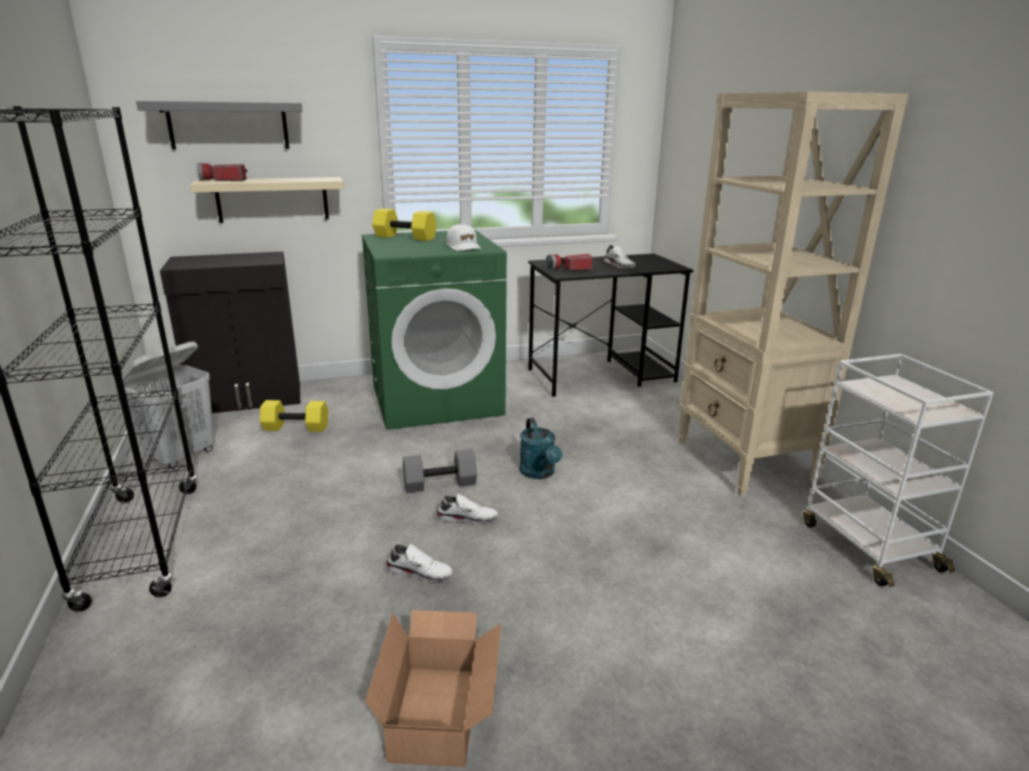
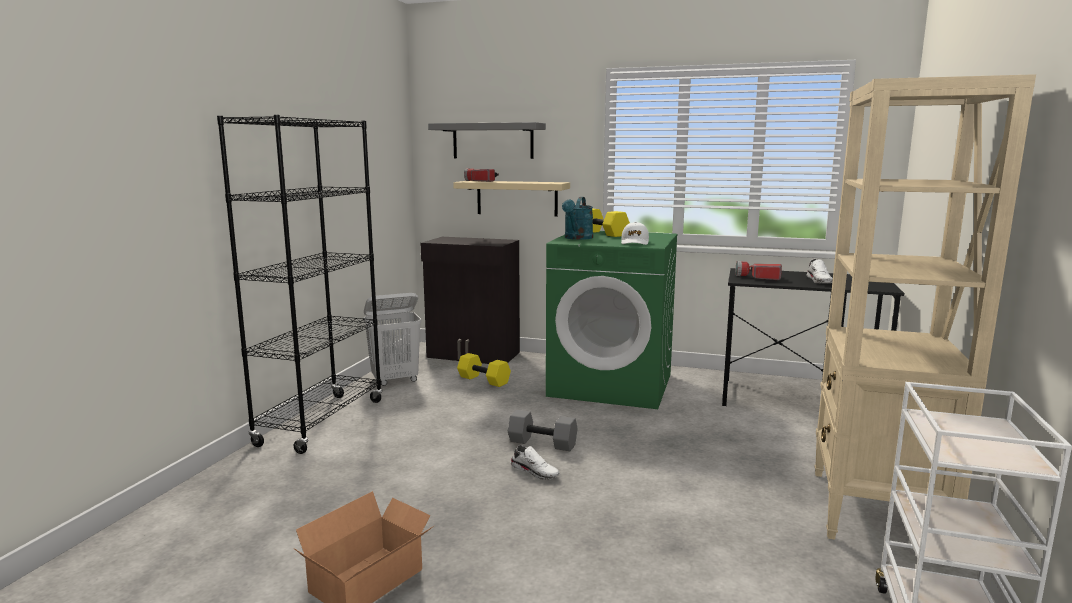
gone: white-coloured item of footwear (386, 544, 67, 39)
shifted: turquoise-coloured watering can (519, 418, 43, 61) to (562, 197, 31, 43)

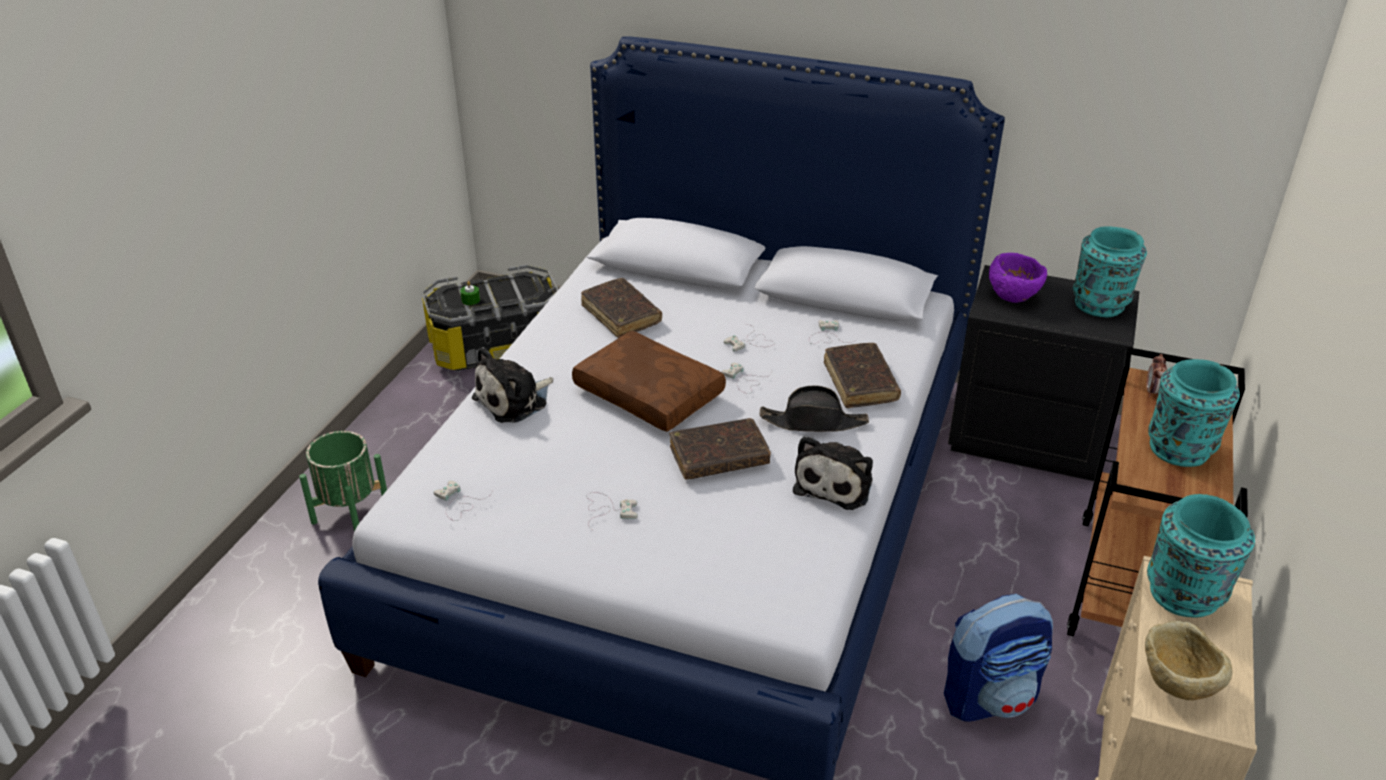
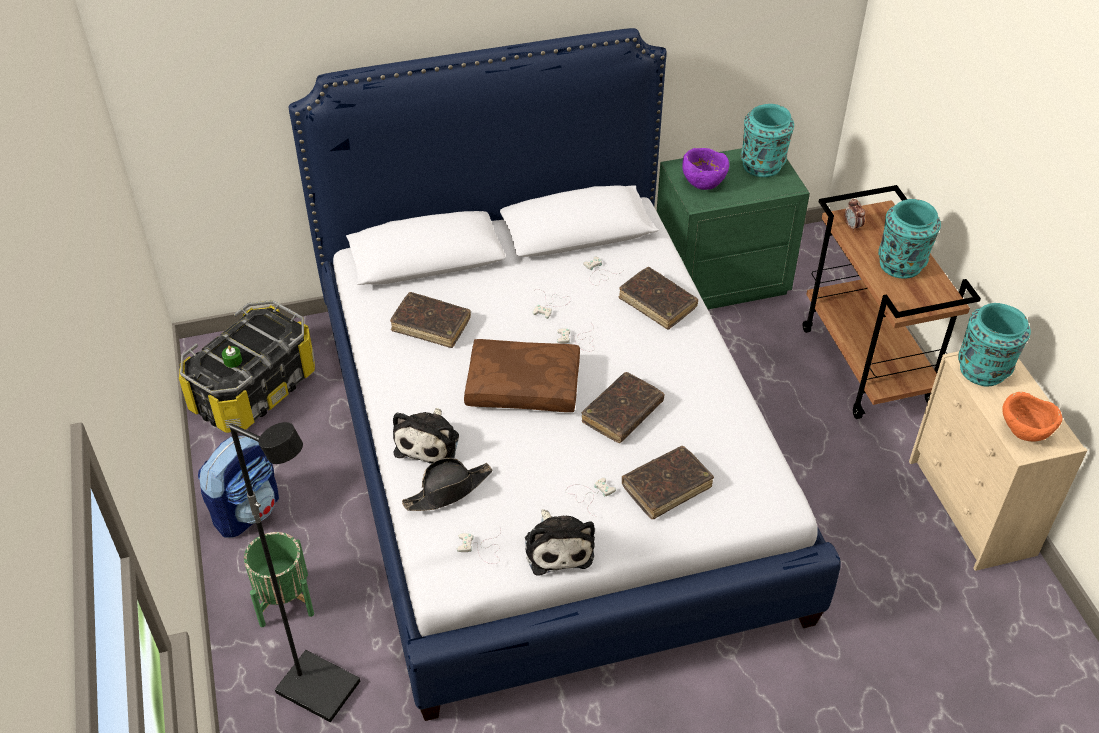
new: blackish standing lamp (229, 422, 131, 300); brown bound book (622, 446, 92, 73)
shifted: blackish clothing hat (760, 385, 109, 47) to (402, 458, 91, 53); soft toy (793, 436, 80, 74) to (525, 509, 70, 66); backpack (944, 594, 109, 128) to (198, 436, 81, 101)
repainted: blackish night table (948, 265, 192, 216) to green-coloured night table (657, 148, 153, 161); sand-coloured deep dish (1145, 621, 87, 79) to orangey deep dish (1002, 392, 61, 49)

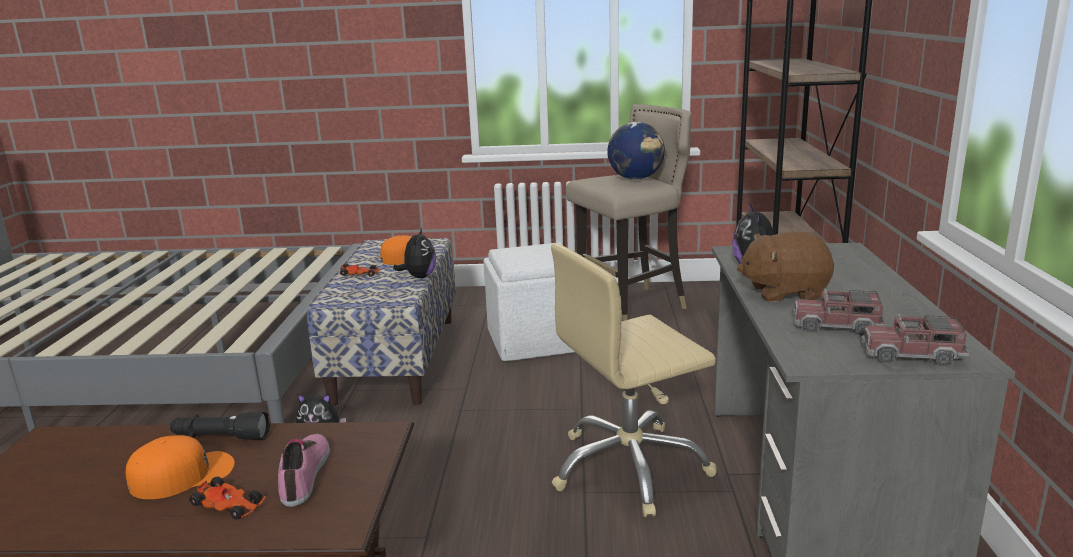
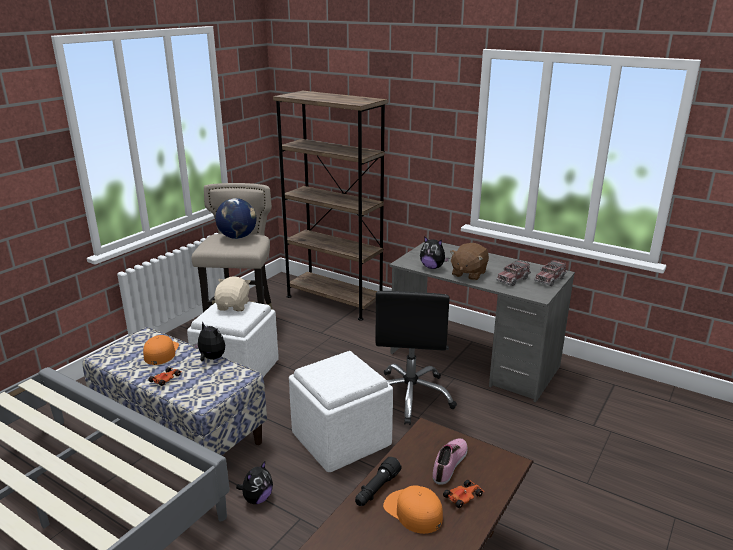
new: sand-coloured soft toy (214, 276, 37, 35); white-coloured footrest (289, 351, 104, 121)
repainted: sand-coloured computer chair (551, 244, 166, 273) to blackish computer chair (375, 291, 82, 134)
rotated: orangey baseball cap (126, 435, 109, 64) = (383, 486, 60, 48) 45 degrees counterclockwise; item of footwear (278, 434, 52, 73) = (433, 438, 35, 47) 90 degrees clockwise

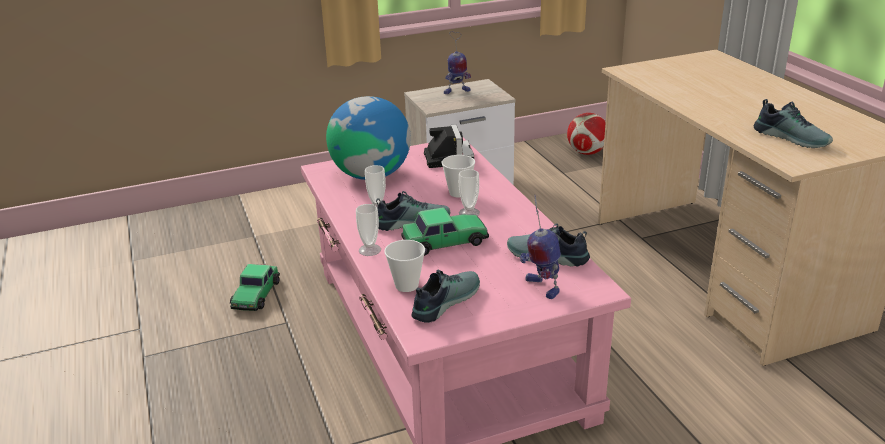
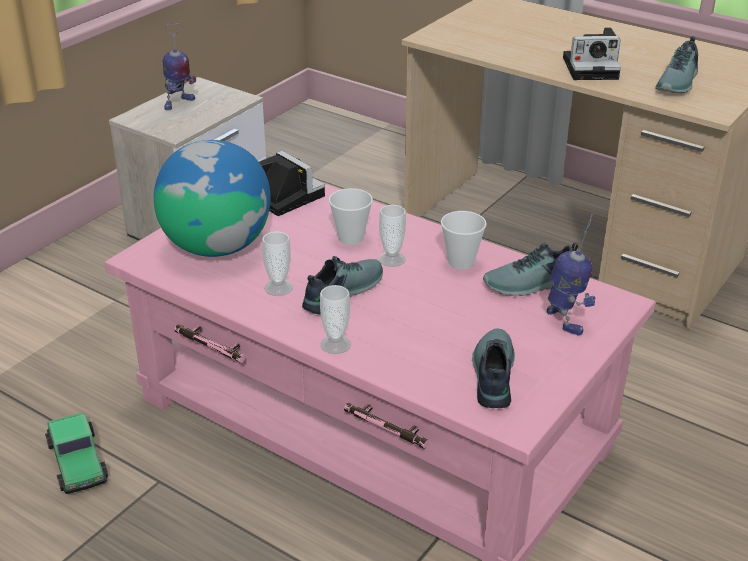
gone: toy car (401, 207, 88, 49); football (567, 113, 39, 42)
new: still camera (563, 27, 58, 53)
shifted: cup (384, 240, 41, 52) to (441, 211, 46, 58)
rotated: toy robot (520, 195, 41, 104) = (547, 212, 49, 123) 135 degrees counterclockwise; item of footwear (754, 99, 79, 49) = (655, 36, 43, 57) 105 degrees clockwise

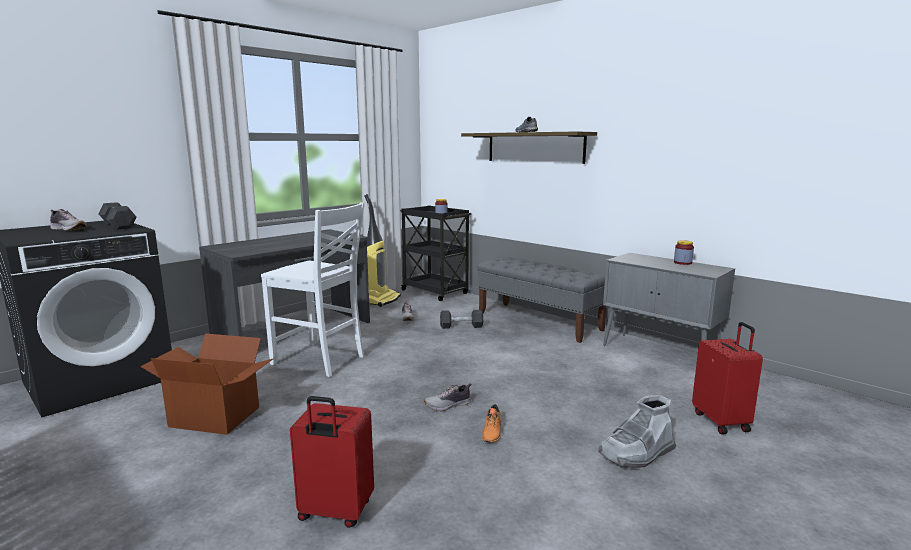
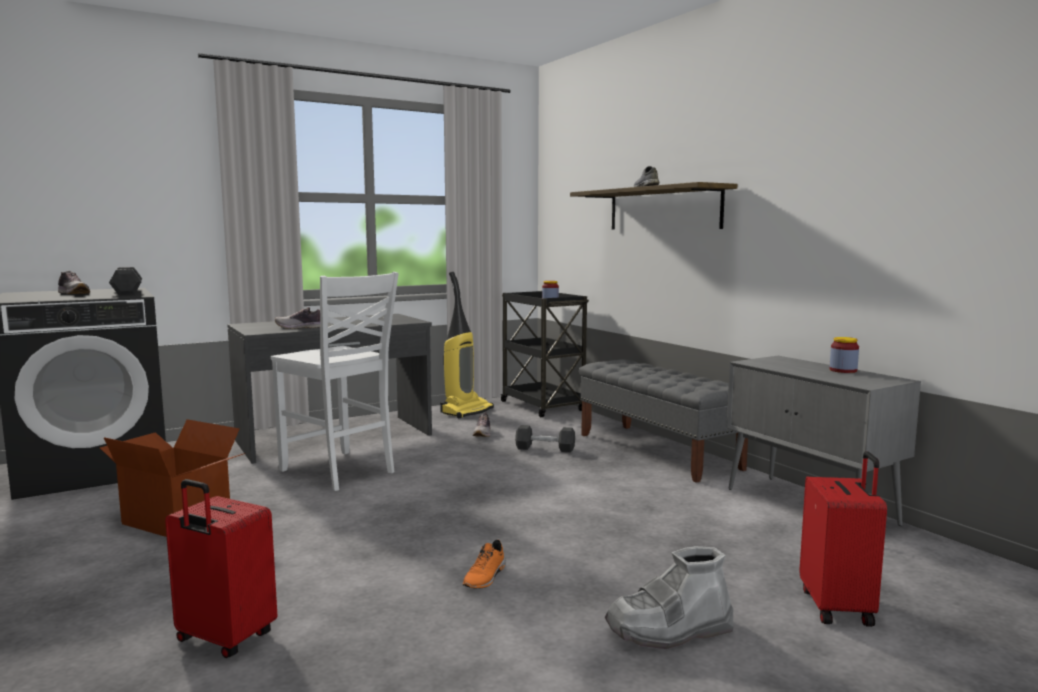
shifted: item of footwear (424, 384, 48, 27) to (275, 307, 45, 22)

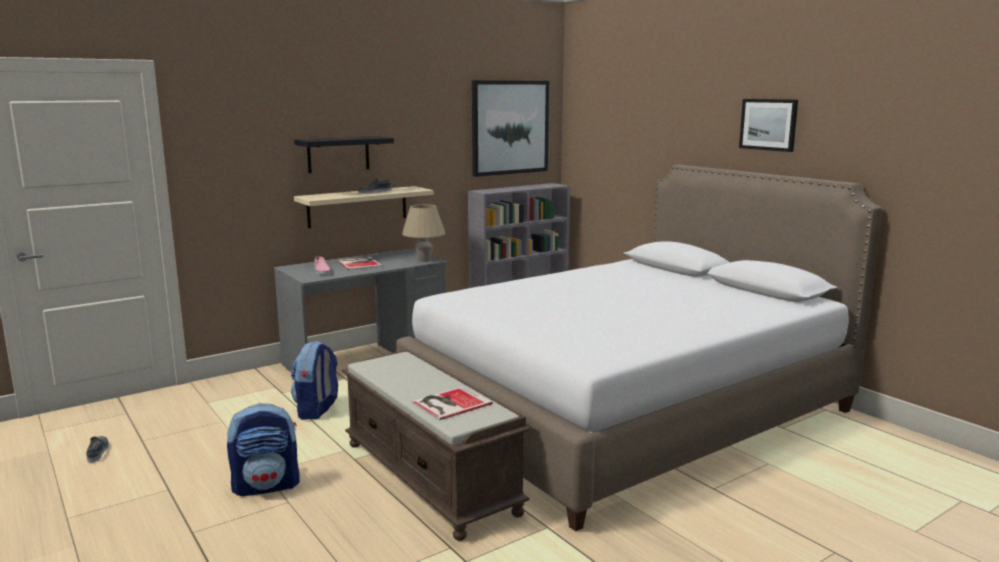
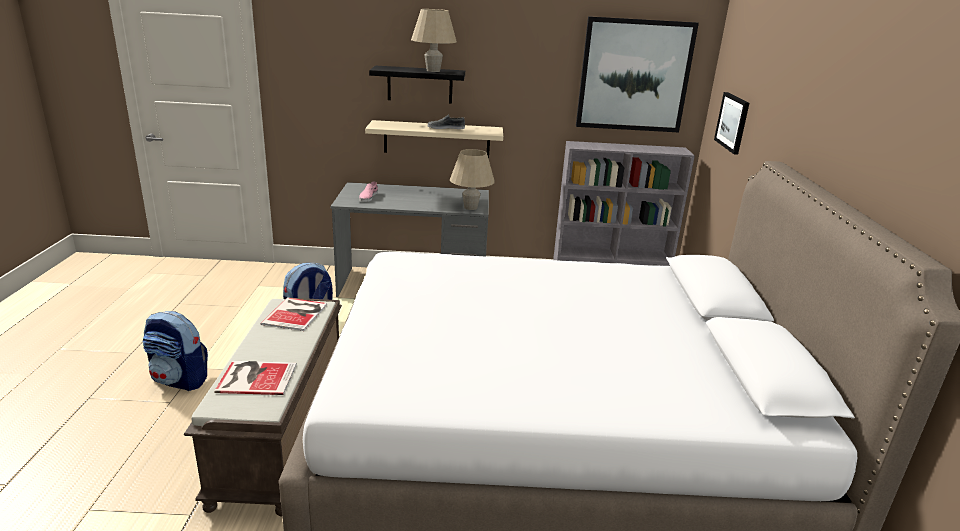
gone: gray item of footwear (86, 436, 23, 27)
new: sand-coloured table lamp (411, 9, 46, 63)
shifted: bound book (338, 257, 44, 13) to (261, 298, 66, 33); wall art (739, 99, 59, 53) to (714, 92, 35, 63)

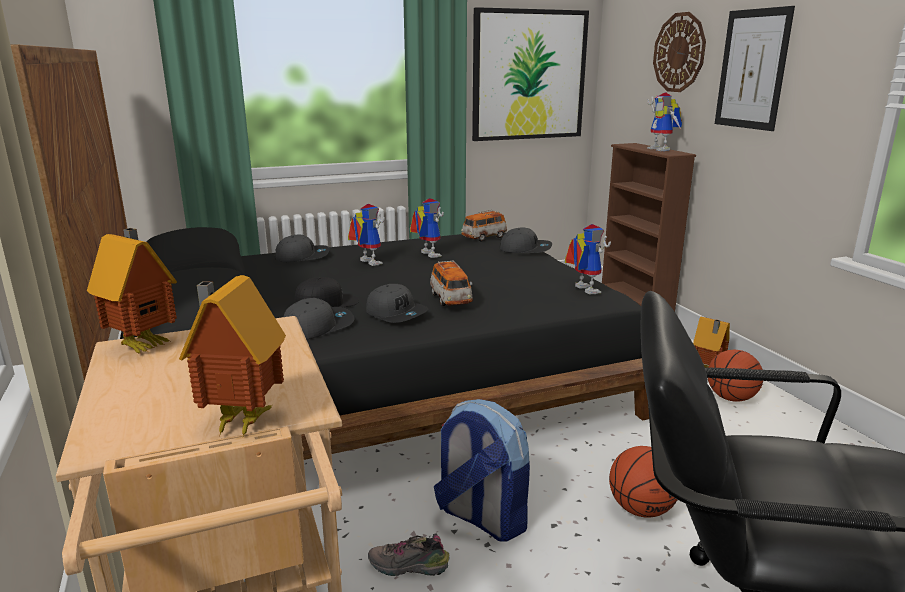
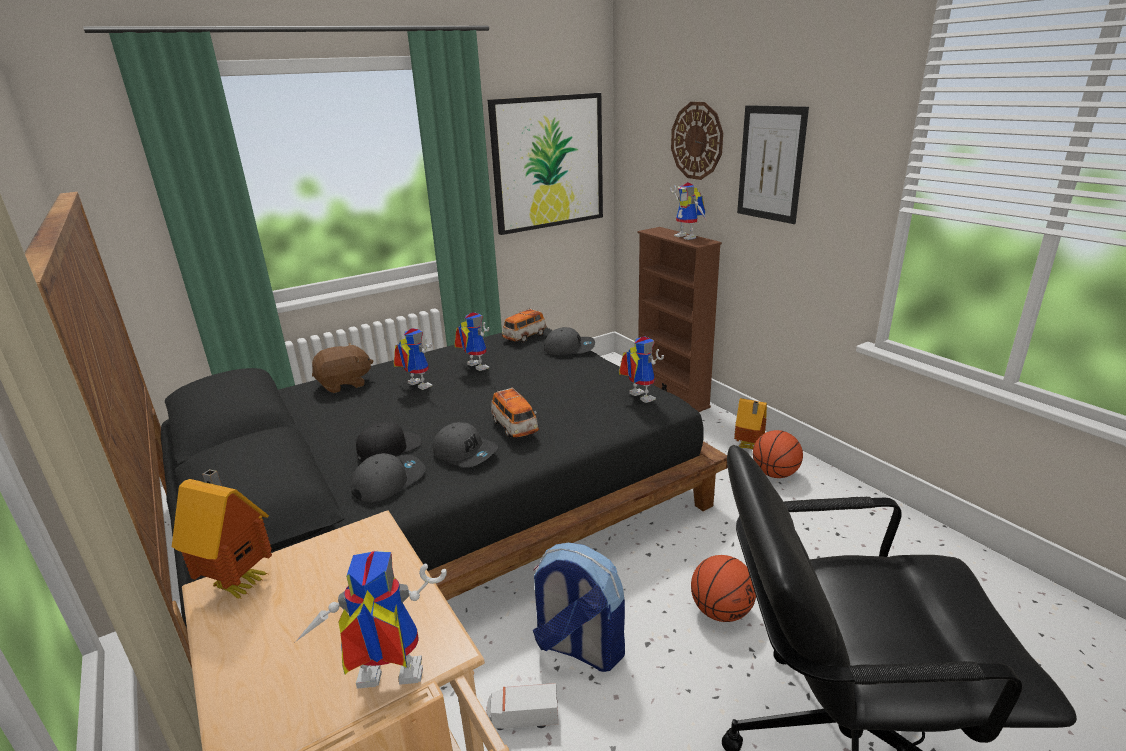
swapped: model house (179, 275, 107, 161) to toy robot (295, 551, 152, 138); gray baseball cap (275, 235, 55, 27) to brown soft toy (312, 343, 61, 50); item of footwear (368, 533, 81, 43) to model truck (486, 683, 72, 47)

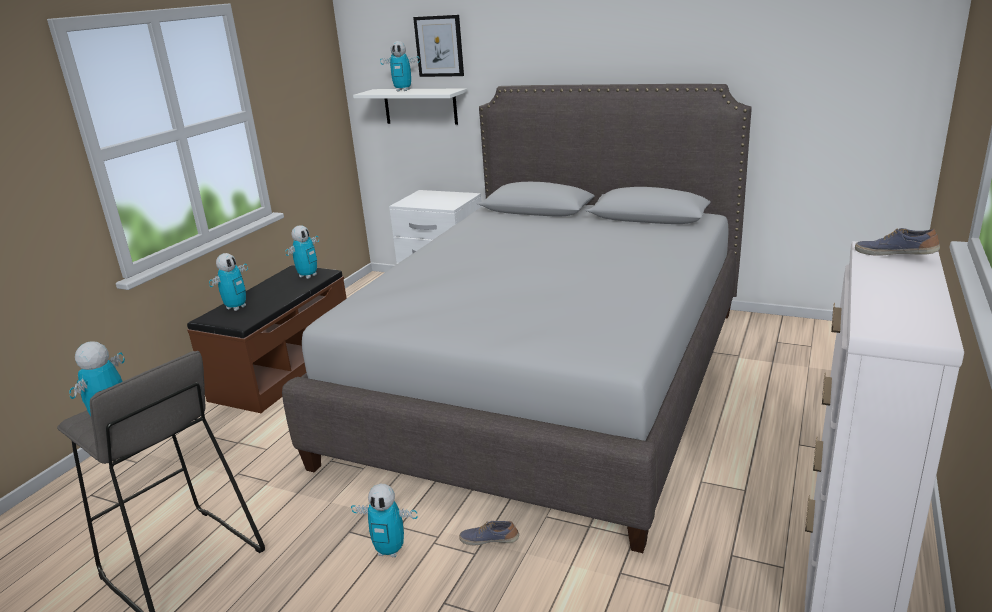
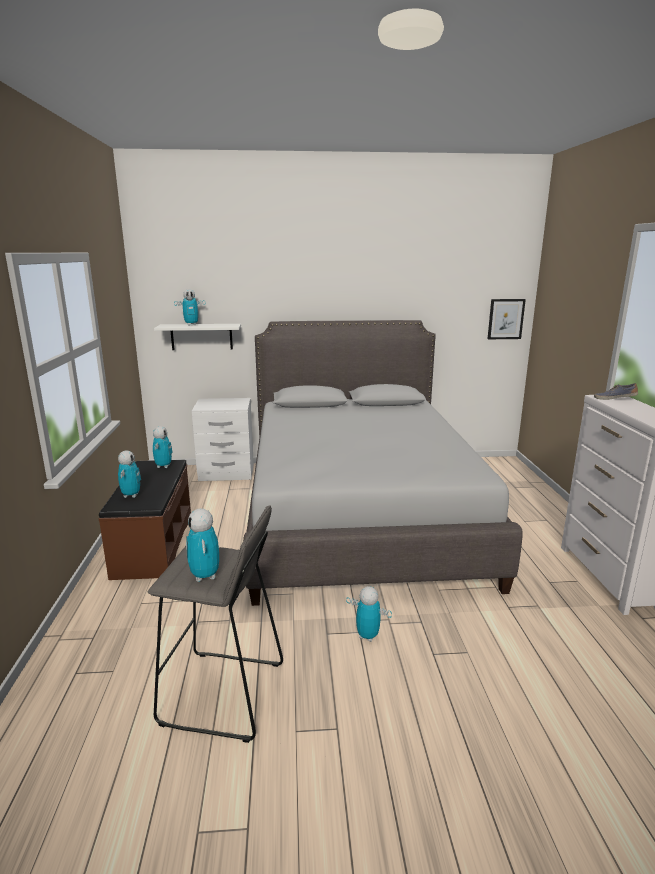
gone: item of footwear (459, 521, 60, 25)
shifted: wall art (413, 15, 51, 62) to (488, 299, 38, 40)
rotated: toy robot (351, 484, 67, 73) = (346, 586, 46, 56) 135 degrees counterclockwise

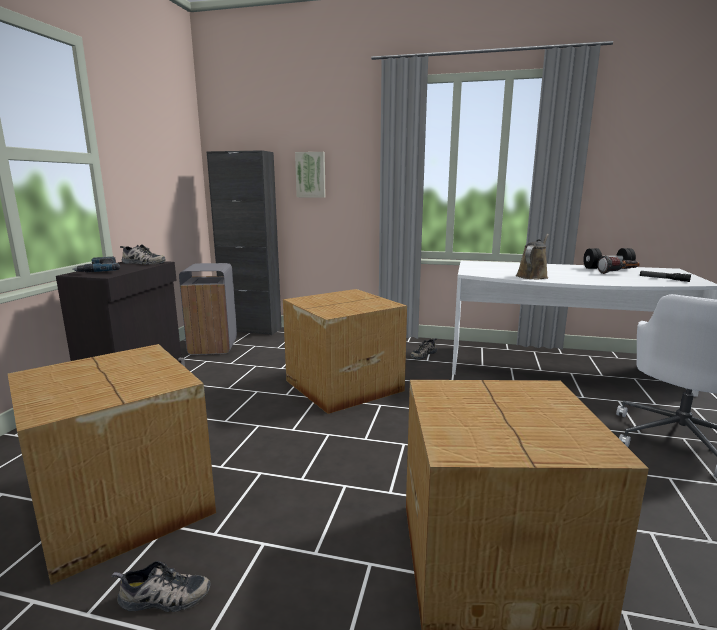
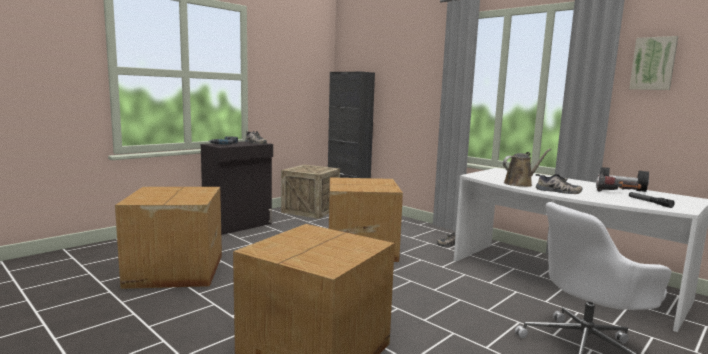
shifted: item of footwear (111, 561, 99, 51) to (535, 174, 47, 20); wall art (295, 152, 31, 46) to (629, 36, 49, 54)
swapped: gray waste bin (179, 263, 58, 92) to shipping crate (281, 165, 59, 54)

